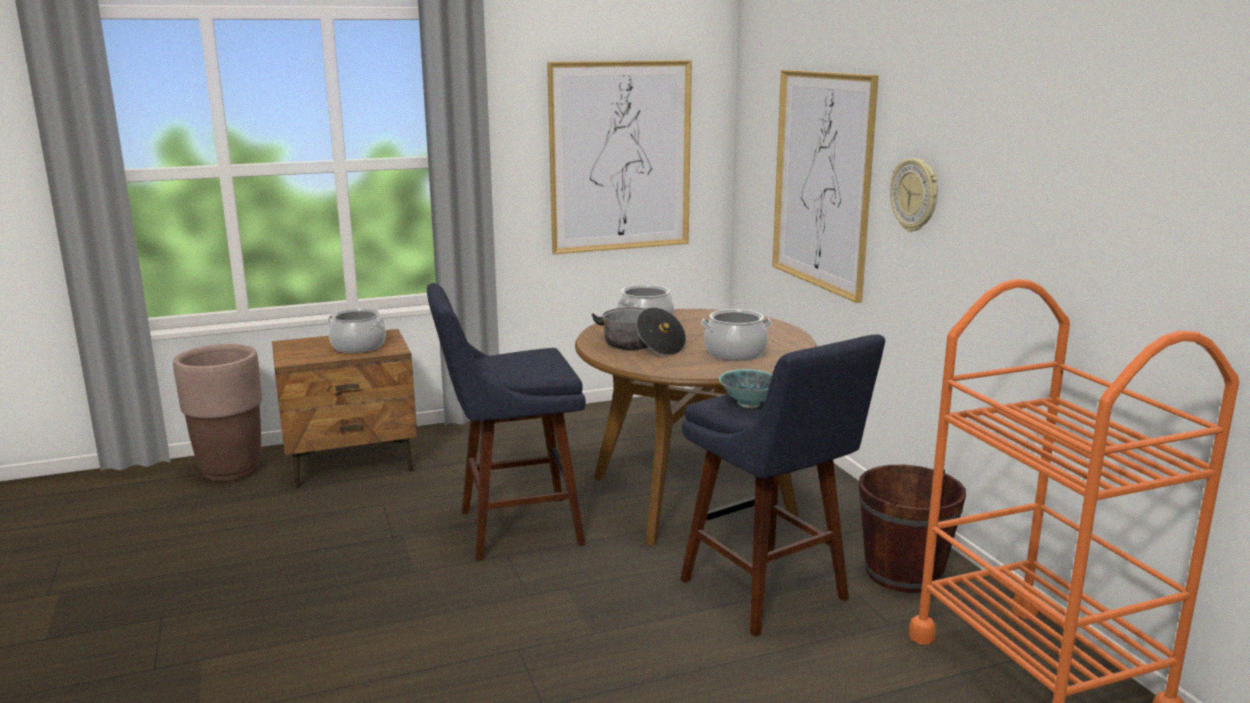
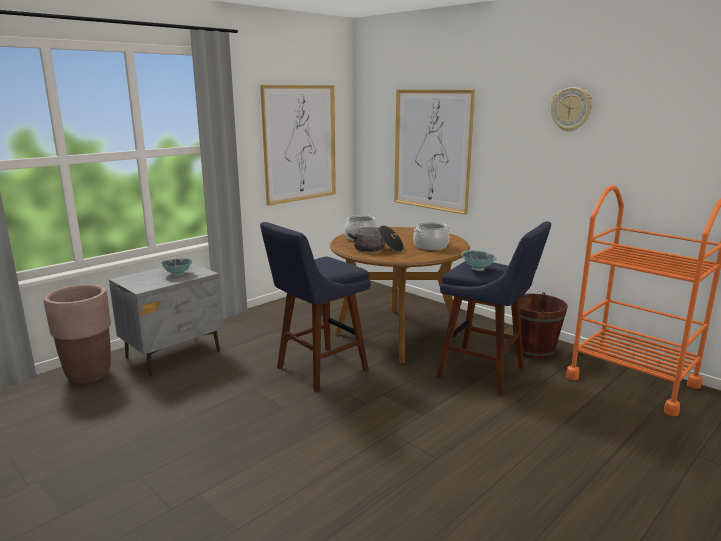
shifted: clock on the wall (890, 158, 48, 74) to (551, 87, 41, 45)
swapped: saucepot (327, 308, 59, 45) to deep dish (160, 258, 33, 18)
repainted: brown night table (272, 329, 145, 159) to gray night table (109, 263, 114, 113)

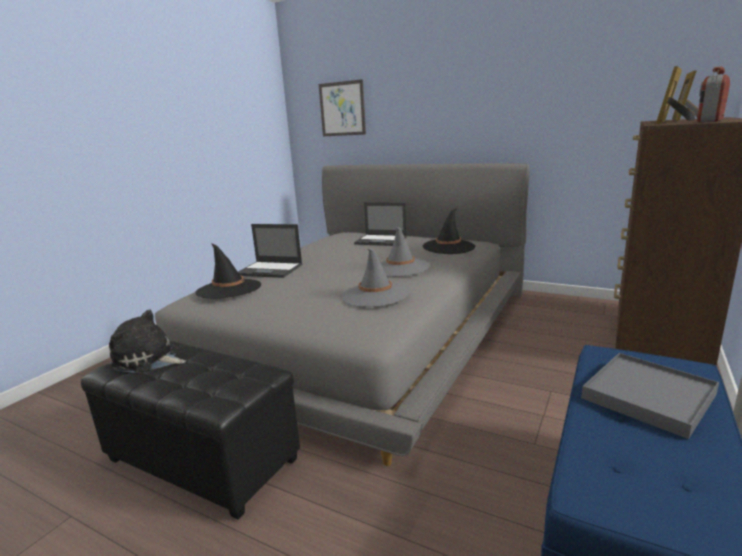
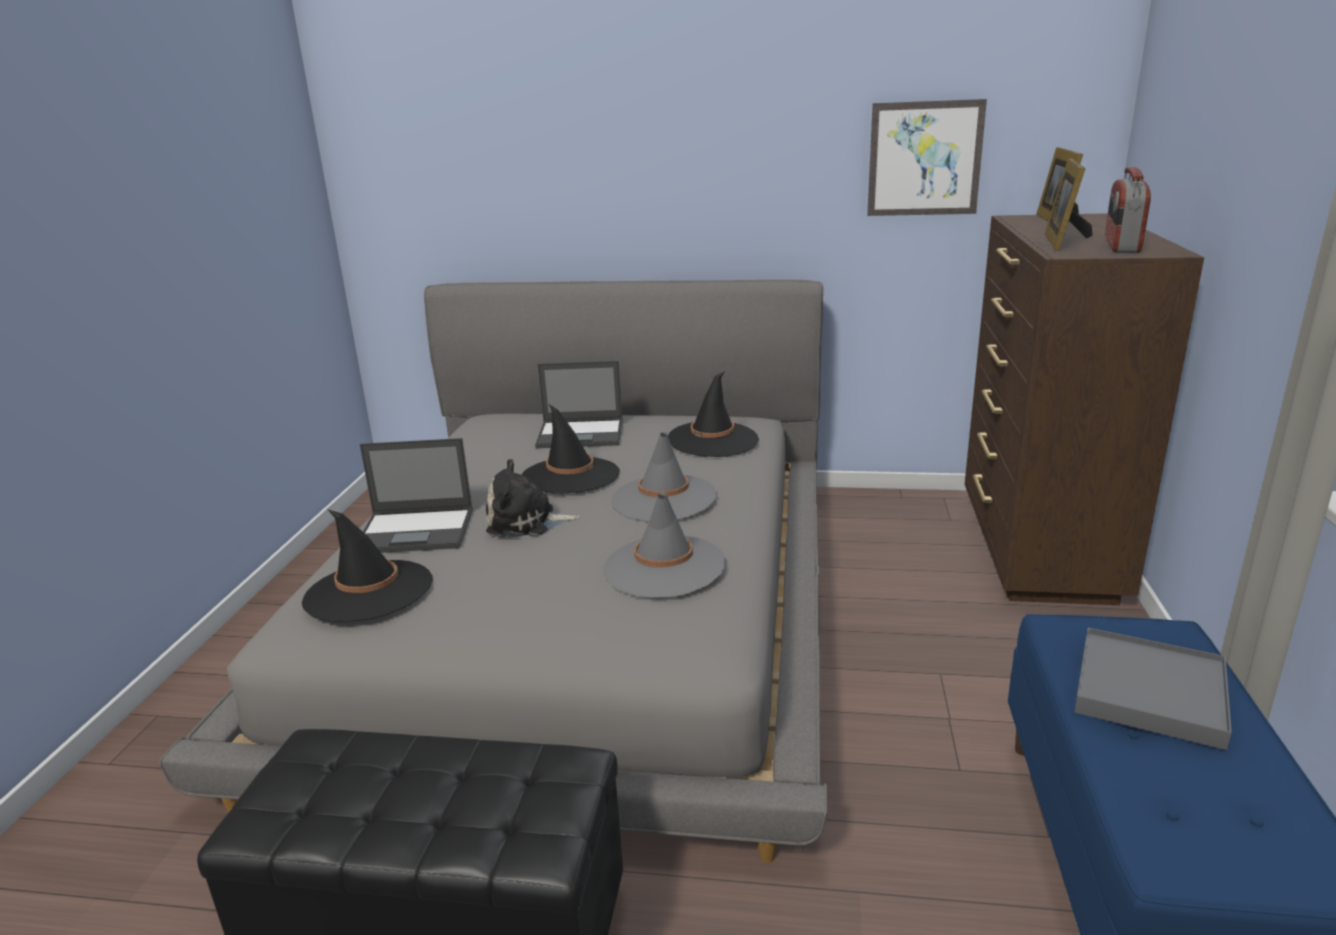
new: blackish clothing hat (521, 404, 99, 90)
shifted: soft toy (109, 309, 77, 64) to (486, 459, 94, 79); wall art (319, 79, 47, 57) to (867, 99, 120, 117)

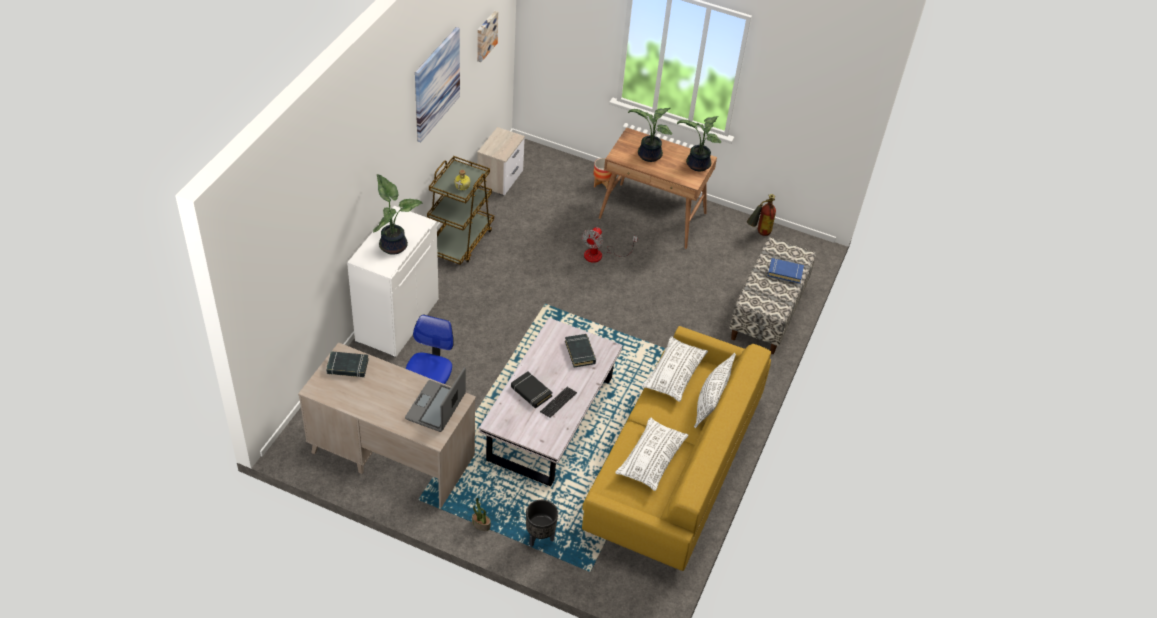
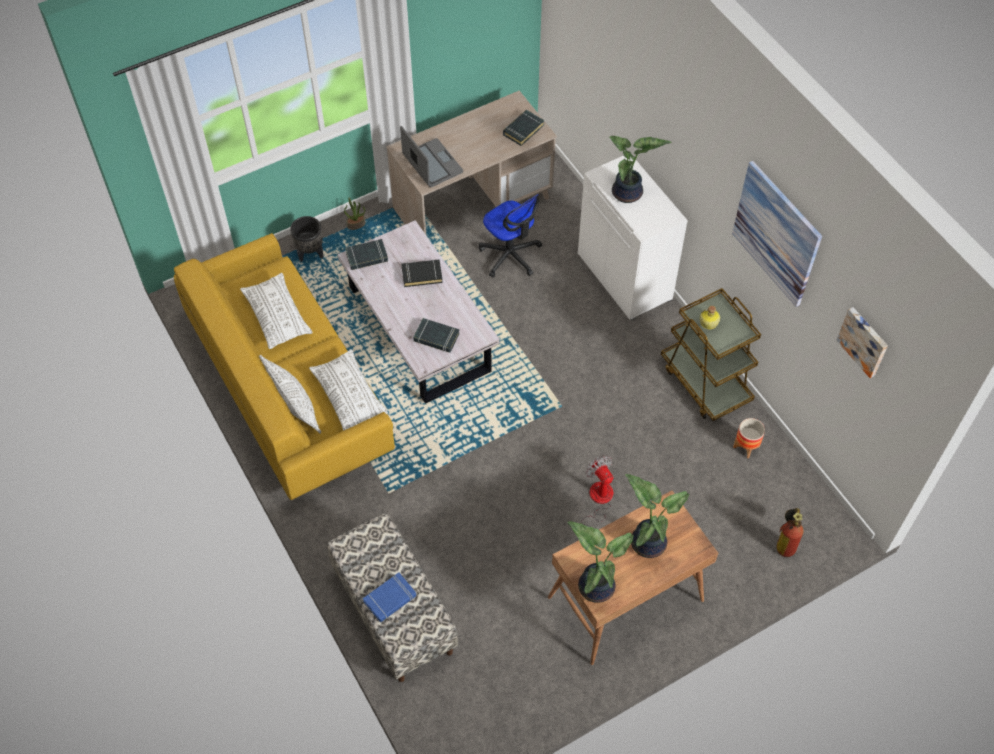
gone: night table (477, 127, 48, 68); computer keyboard (540, 387, 37, 31)
new: blackish bound book (345, 239, 43, 31)
shifted: plant pot (593, 158, 19, 31) to (733, 418, 32, 40); extinguisher (747, 194, 29, 42) to (777, 508, 27, 49)

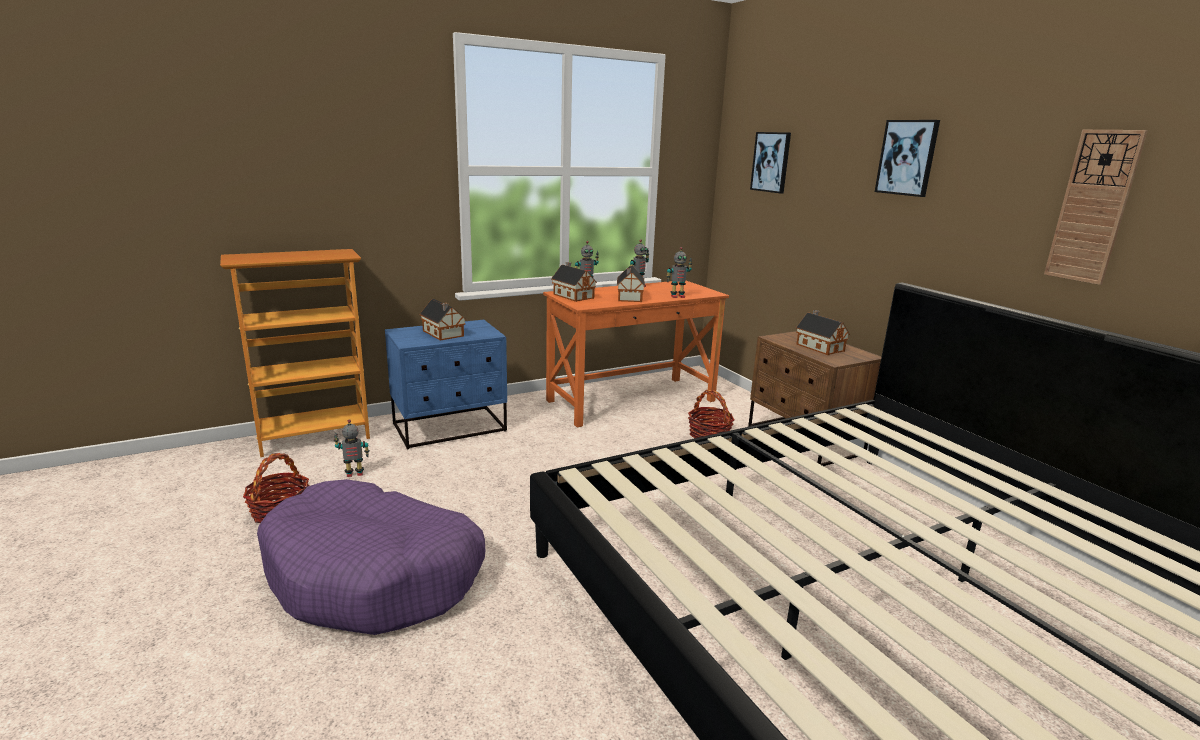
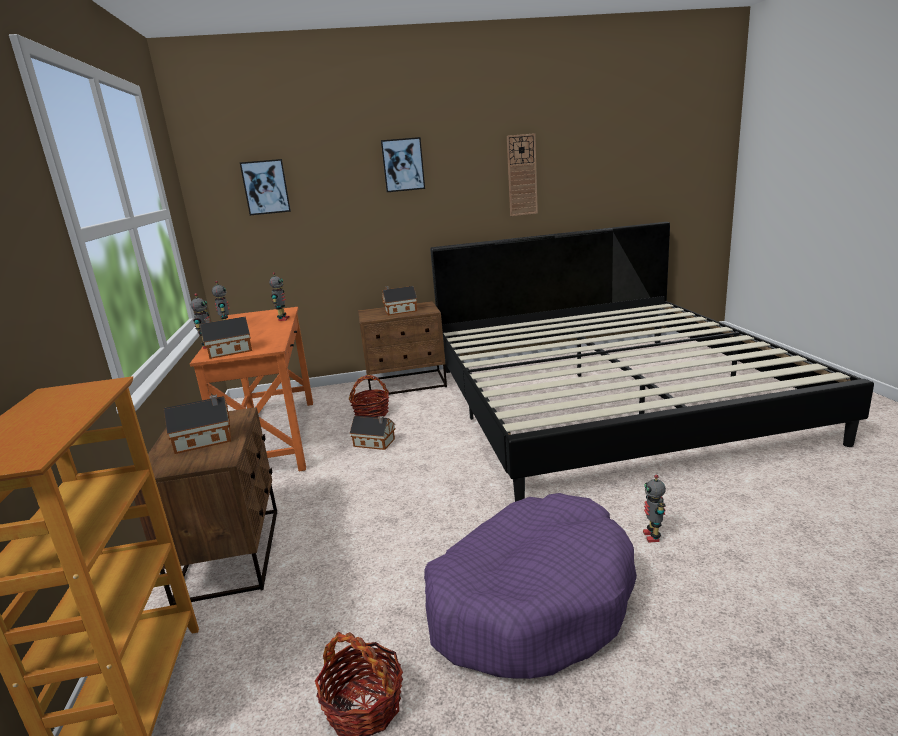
shifted: toy robot (334, 419, 35, 58) to (643, 475, 23, 68); model house (617, 266, 28, 36) to (350, 416, 45, 34)
repainted: bluish night table (385, 320, 122, 129) to brown night table (134, 407, 143, 199)

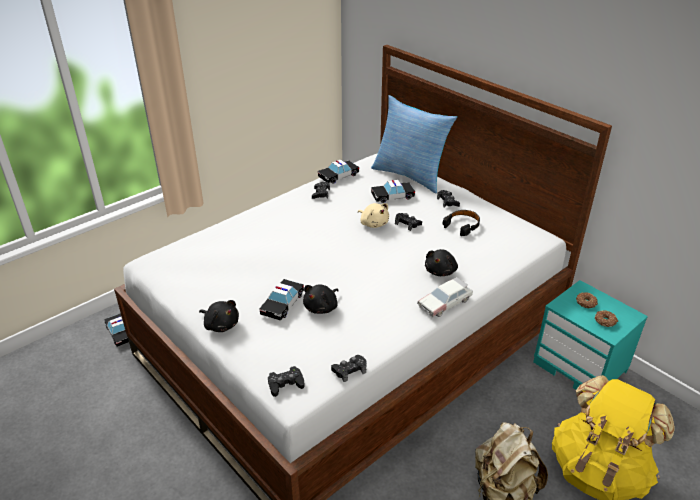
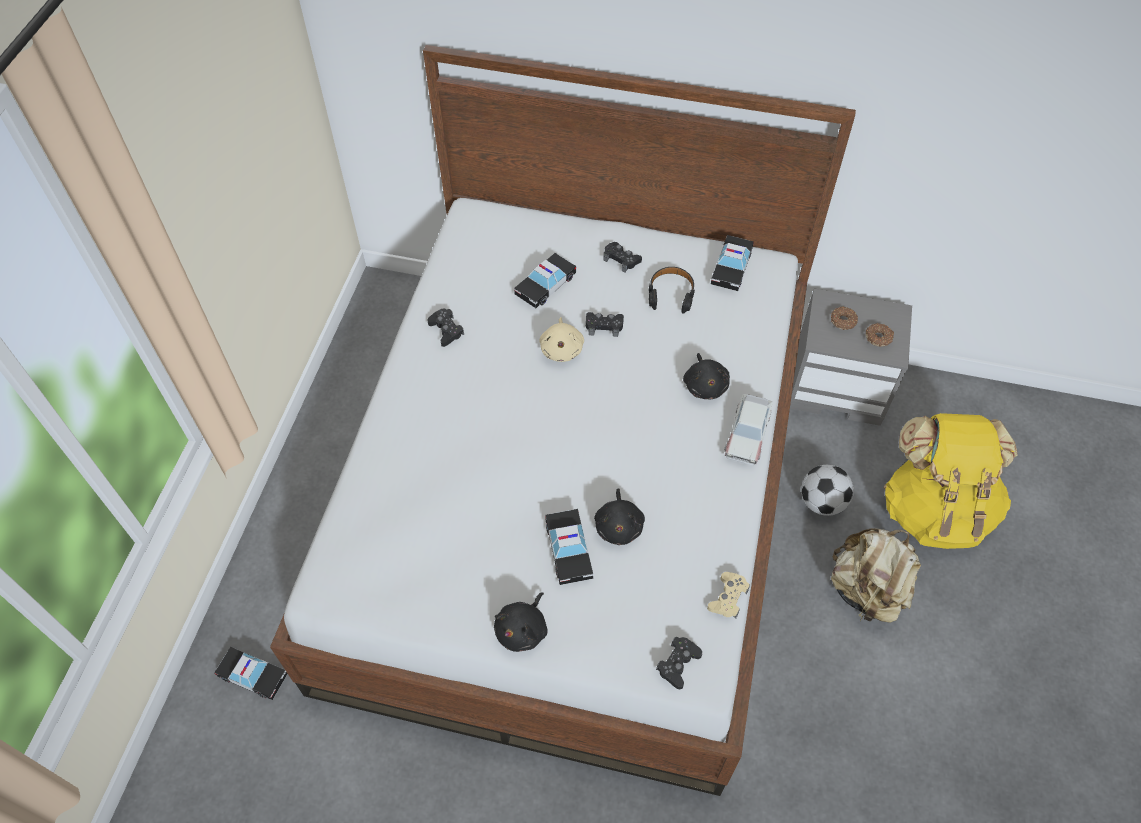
gone: throw pillow (371, 95, 86, 98)
new: football (801, 465, 53, 51)
shifted: toy car (318, 160, 41, 24) to (711, 235, 43, 56)
repainted: blackish gamepad (331, 355, 36, 27) to sand-coloured gamepad (707, 572, 43, 46); turquoise-coloured night table (533, 280, 115, 110) to gray night table (790, 288, 122, 138)
rotated: blackish soft toy (199, 300, 40, 32) = (494, 592, 54, 60) 120 degrees clockwise; sand-coloured soft toy (358, 203, 31, 25) = (539, 317, 45, 45) 75 degrees clockwise

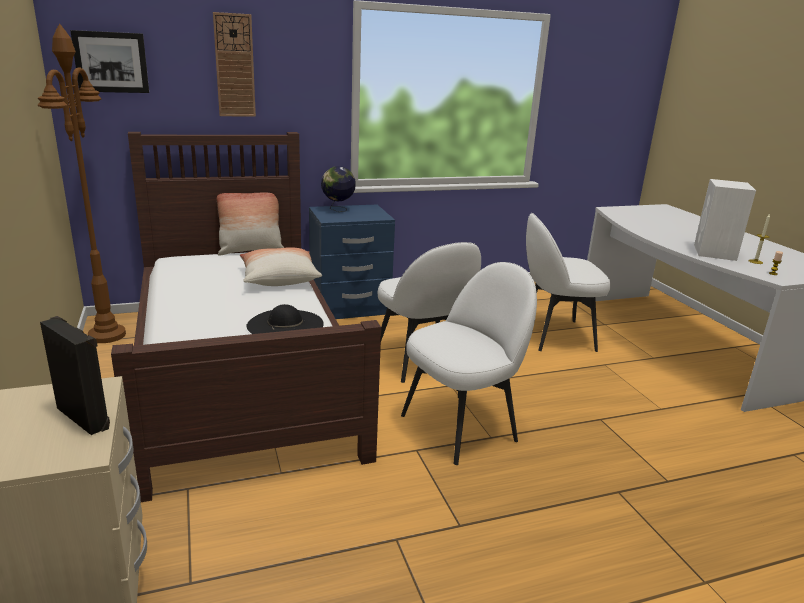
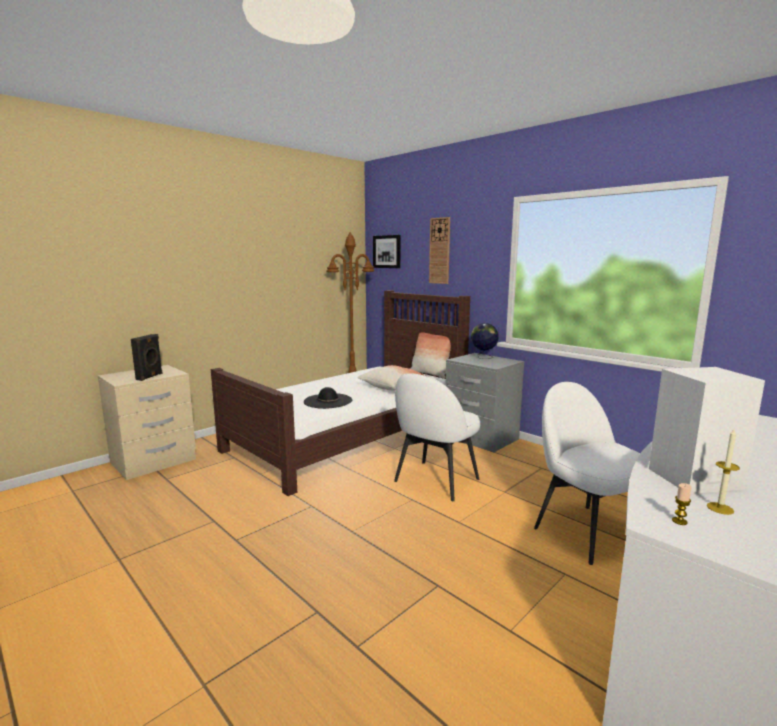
gone: white-coloured plain chair (401, 262, 136, 203)
repainted: bluish night table (309, 205, 86, 114) to gray night table (445, 353, 79, 99)

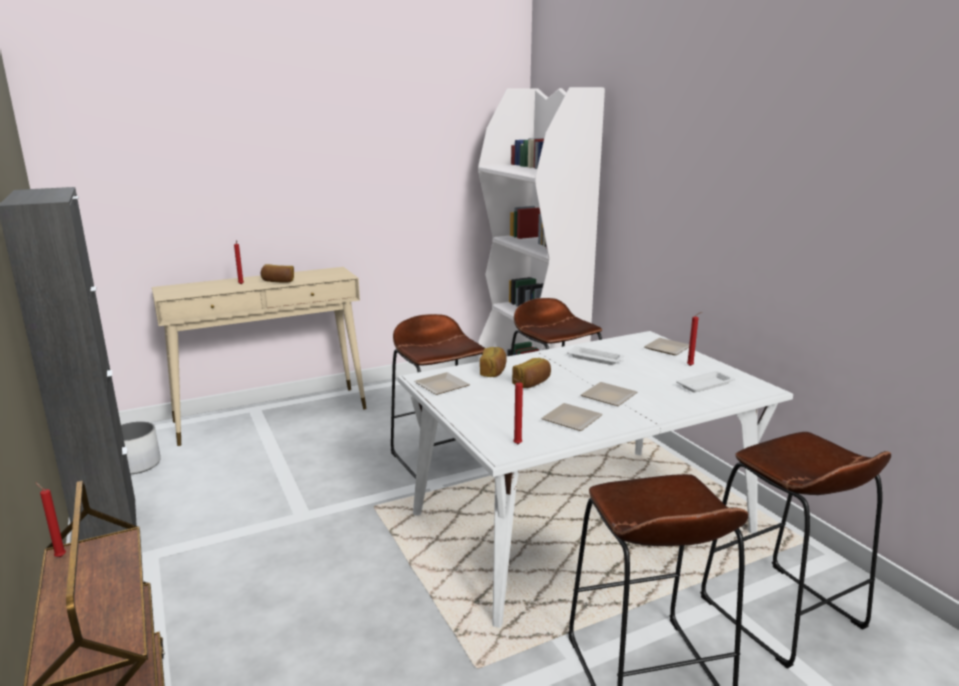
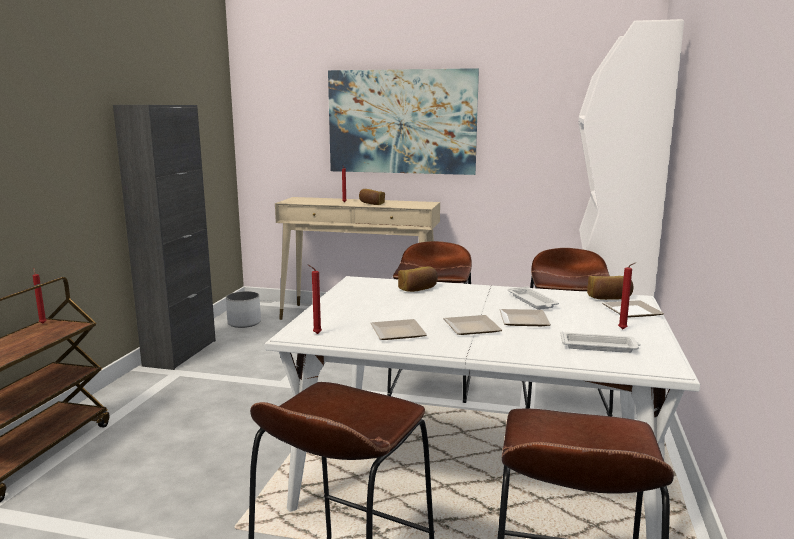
new: wall art (328, 68, 151, 107)
shifted: flat dish (414, 372, 56, 23) to (499, 309, 52, 17); bakery bread (512, 358, 39, 30) to (587, 276, 46, 24)

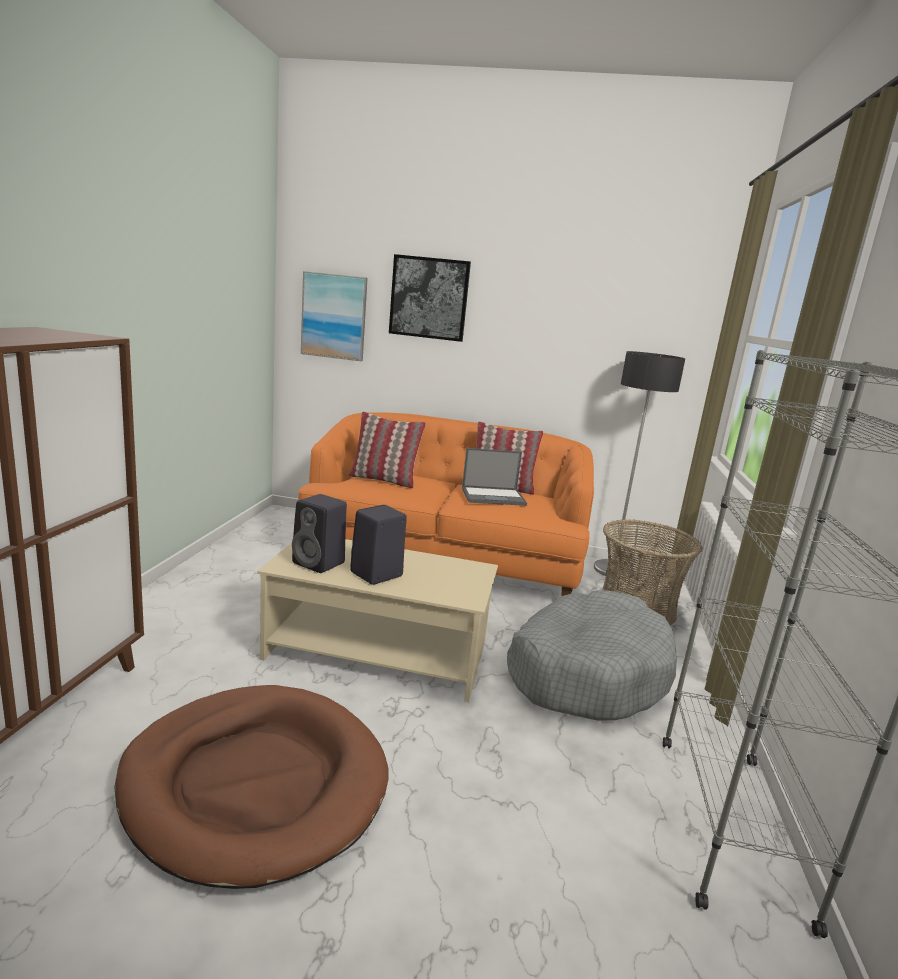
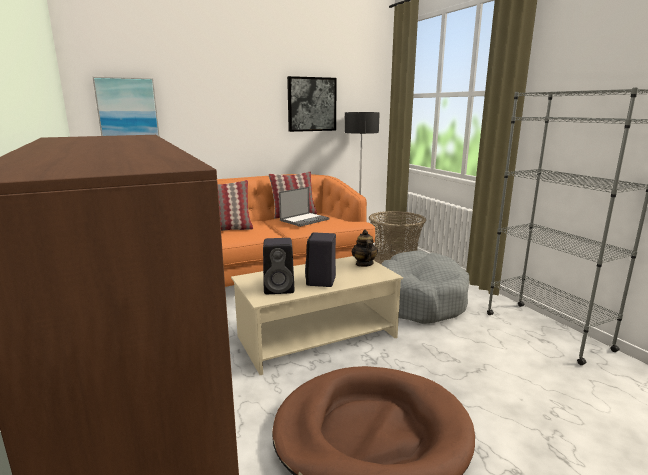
new: pot for tea (352, 230, 26, 37)
shifted: wall art (389, 254, 82, 88) to (287, 76, 50, 56)

